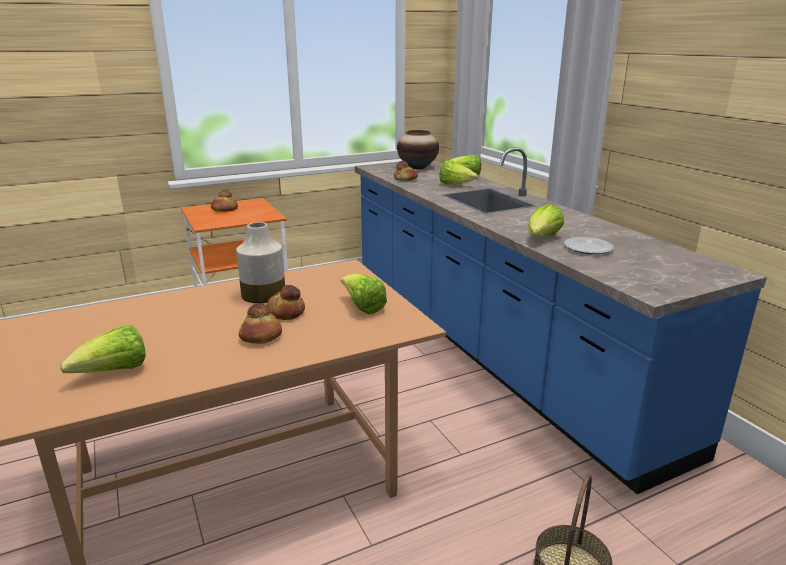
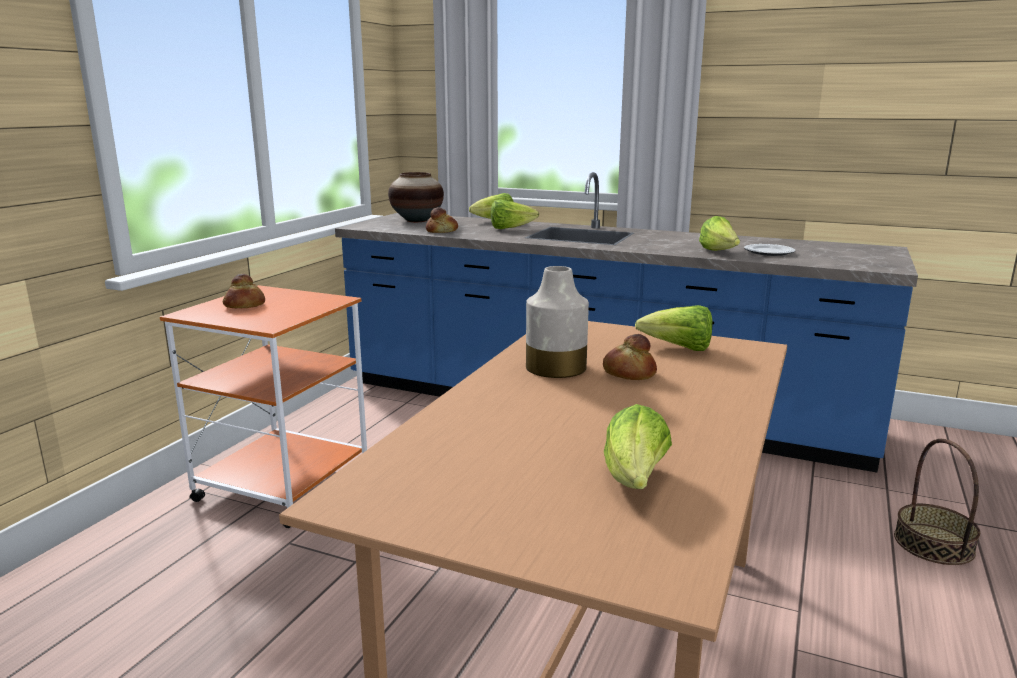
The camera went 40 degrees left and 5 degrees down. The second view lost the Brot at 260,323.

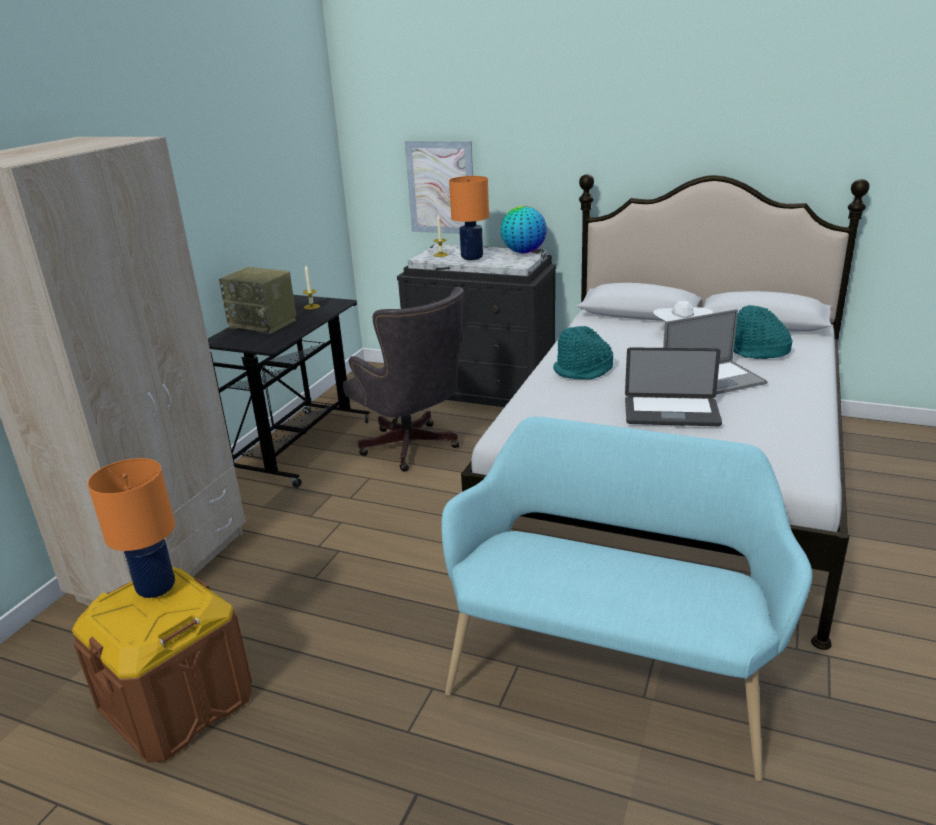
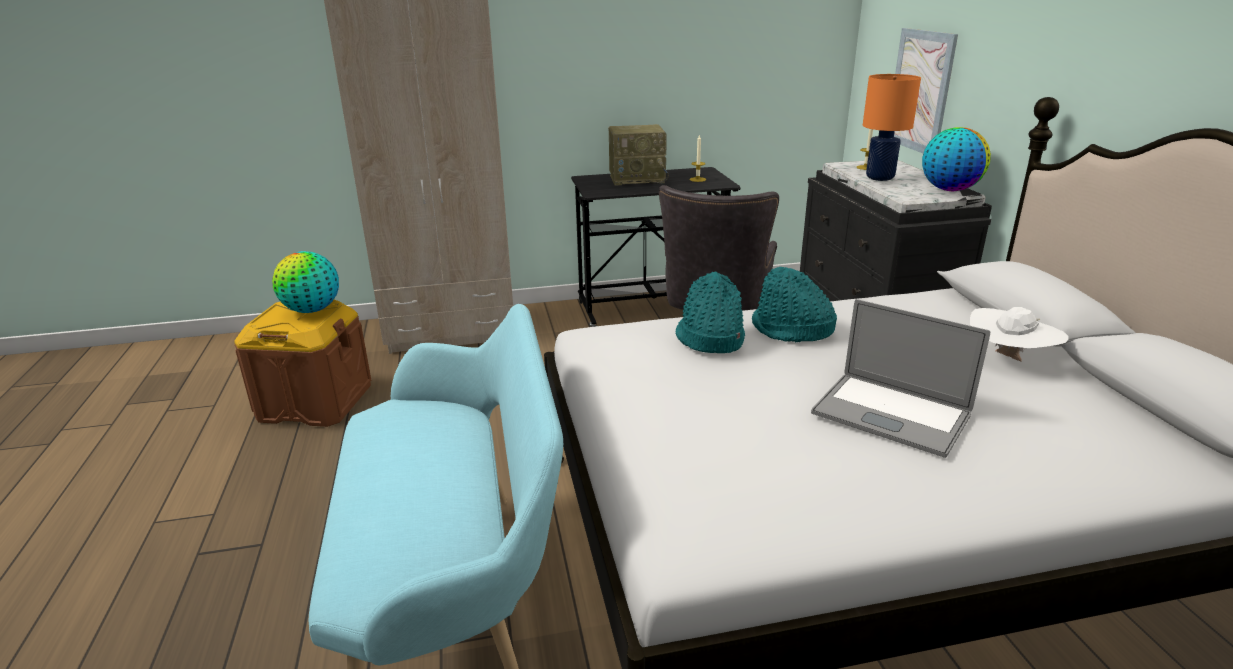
The camera went 55 degrees right and 0 degrees up. Where the Tischlampe [orange] stood at 131,528, the Globus came to stand at 305,282. The Radio at 257,300 ended up facing another way, 90 degrees counterclockwise from before. The second view lost the Laptop at 673,386. The Hut [türkis] ended up elsewhere, having gone from 763,332 to 710,312.

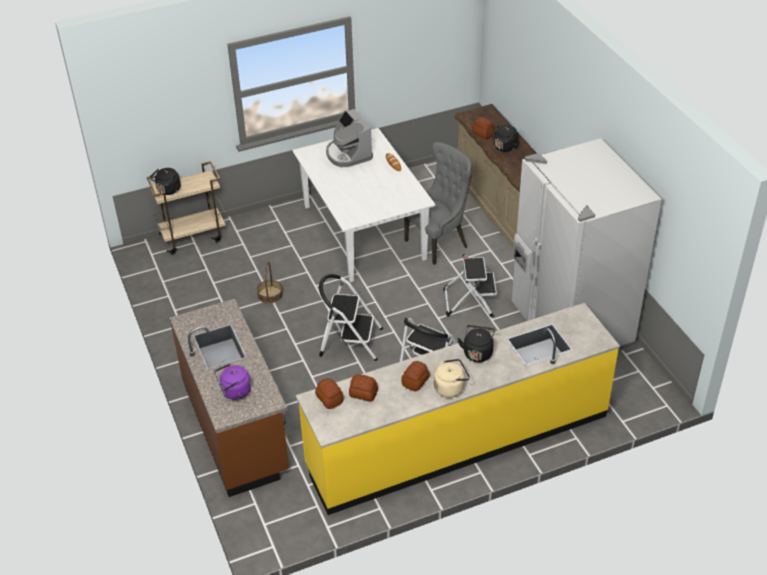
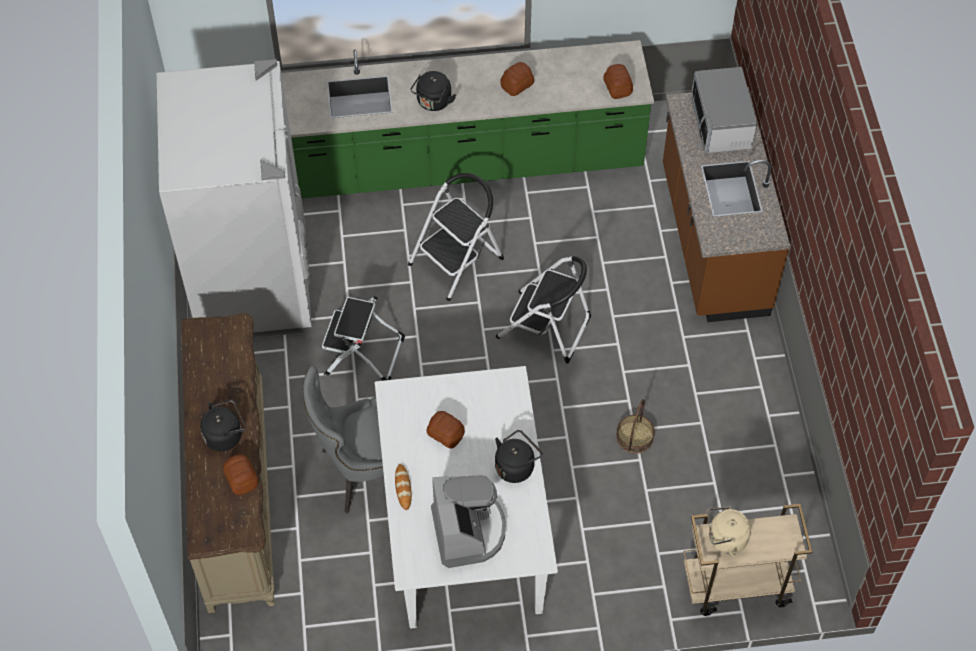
The camera went 165 degrees left and 15 degrees up. The Wasserkessel [schwarz] ended up elsewhere, having gone from 165,181 to 519,456. Where the Wasserkessel [lila] stood at 232,382, the Mikrowelle came to stand at 724,110. What was the Küchenzeile [gelb] at 458,409 turned into the Küchenzeile [grün] at 467,119. The Brot ended up elsewhere, having gone from 363,388 to 446,430. The Wasserkessel [beige] ended up elsewhere, having gone from 452,378 to 729,532.

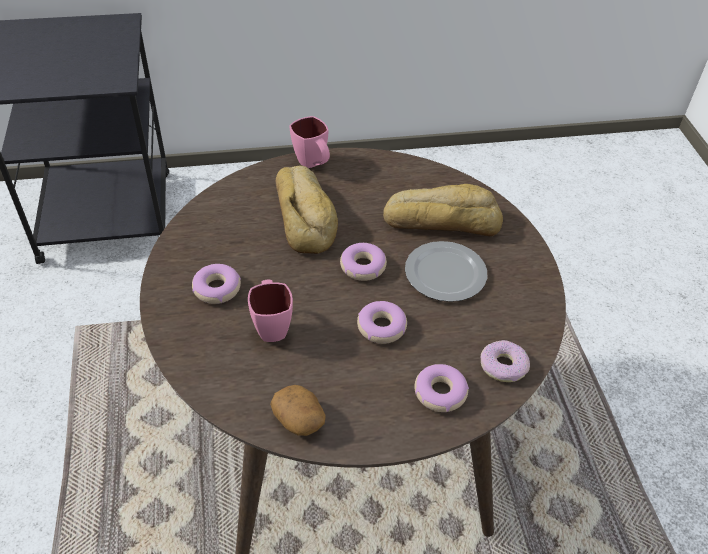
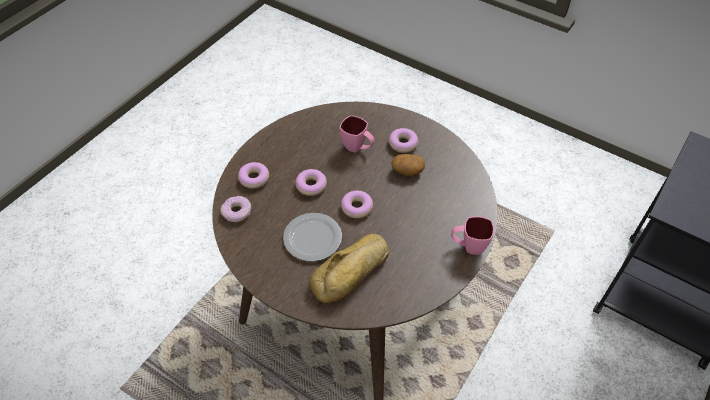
The camera went 135 degrees right and 5 degrees up. The Kartoffel ended up elsewhere, having gone from 298,410 to 408,165. The second view lost the Brot at 307,210.

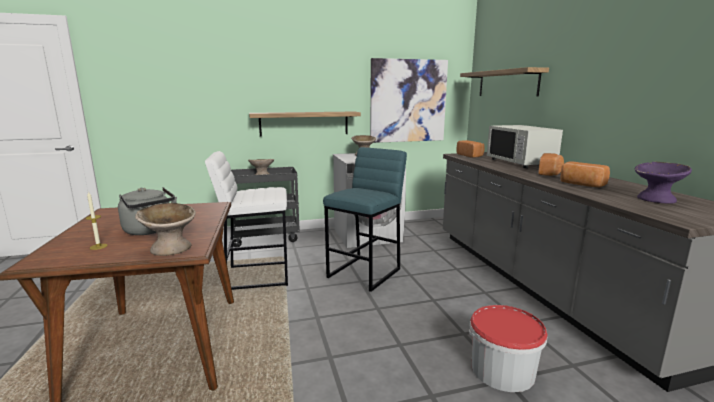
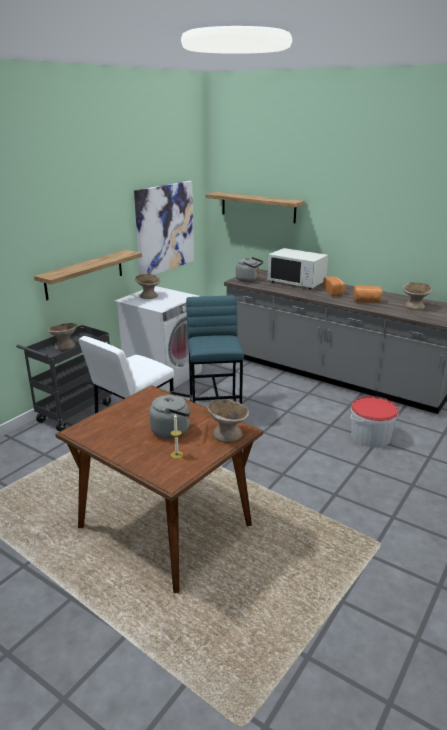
The camera went 40 degrees left and 10 degrees up. Where the Brot stood at 470,149, the Wasserkessel [grau] came to stand at 249,269. What was the Schüssel [lila] at 663,183 turned into the Schüssel [beige] at 417,296.

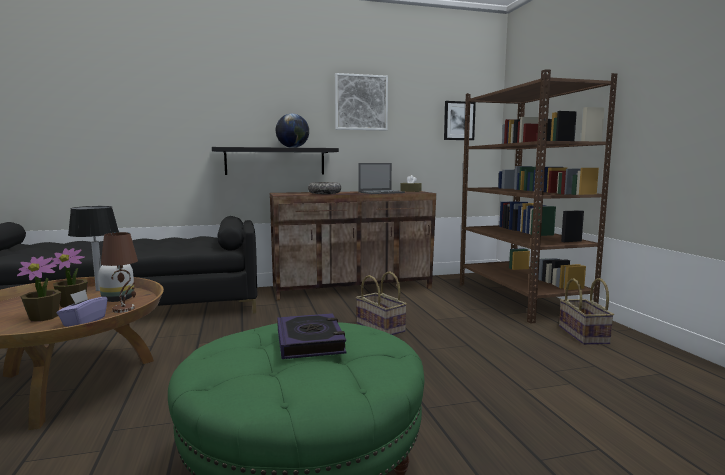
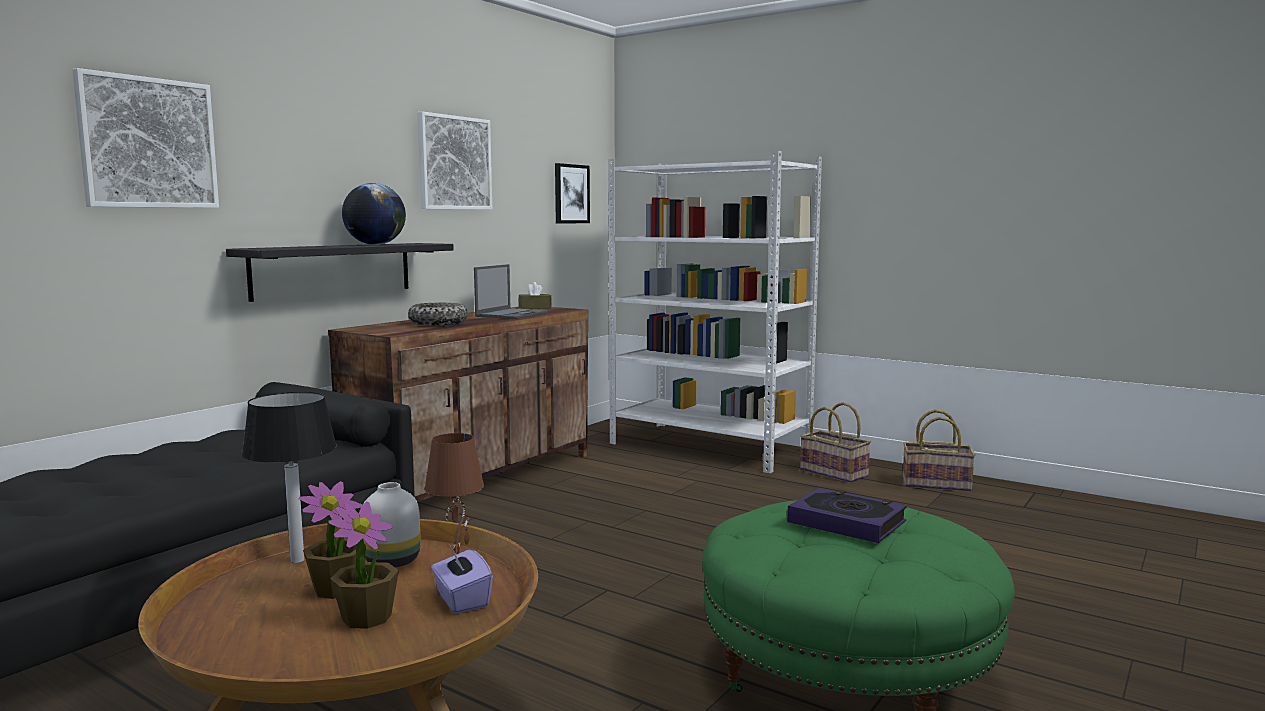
The camera went 40 degrees left and 0 degrees up. The Korb ended up elsewhere, having gone from 381,303 to 939,450. What was the Bücherregal [braun] at 538,196 turned into the Bücherregal [weiß] at 715,312. The second view gained the Bild at 145,138.

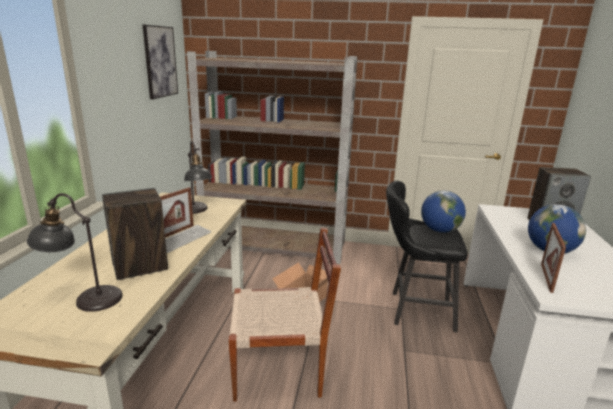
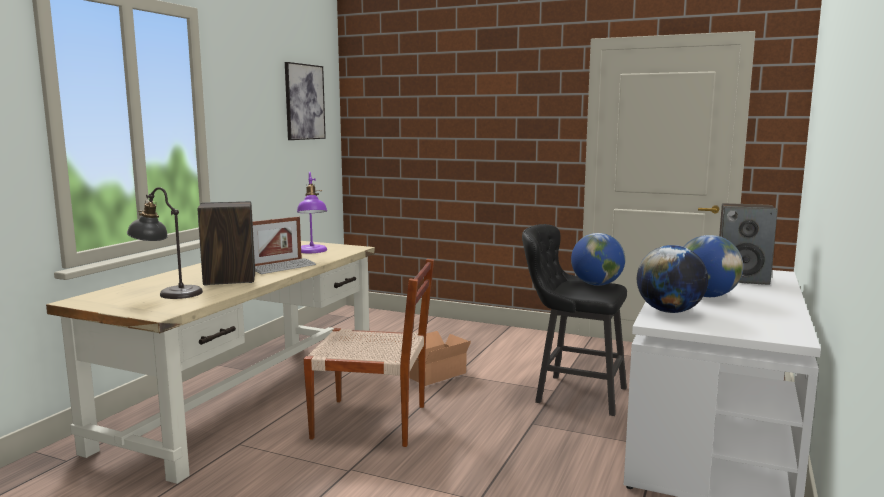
The camera went 15 degrees right and 10 degrees down. What was the Tischlampe [grau] at 198,177 turned into the Tischlampe [lila] at 312,212. The second view lost the Bücherregal [braun] at 272,157. Where the Bilderrahmen stood at 553,258, the Globus came to stand at 672,279.

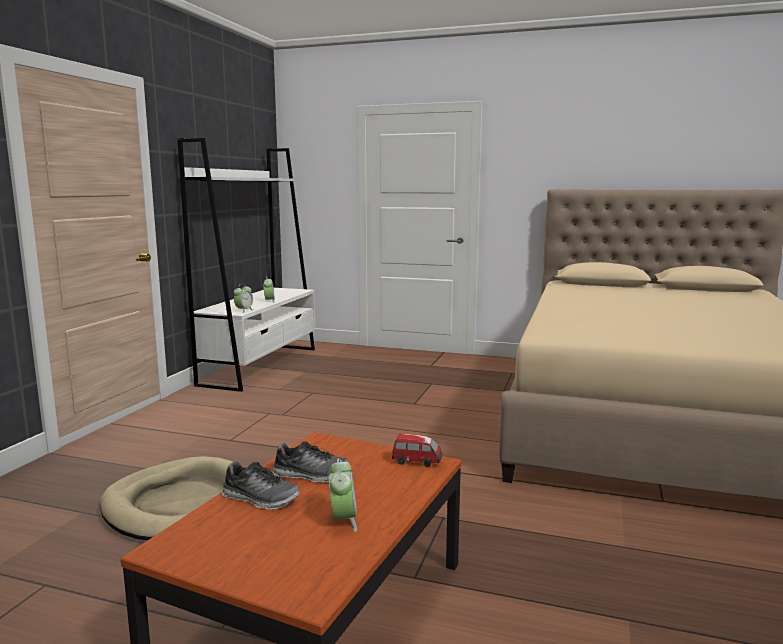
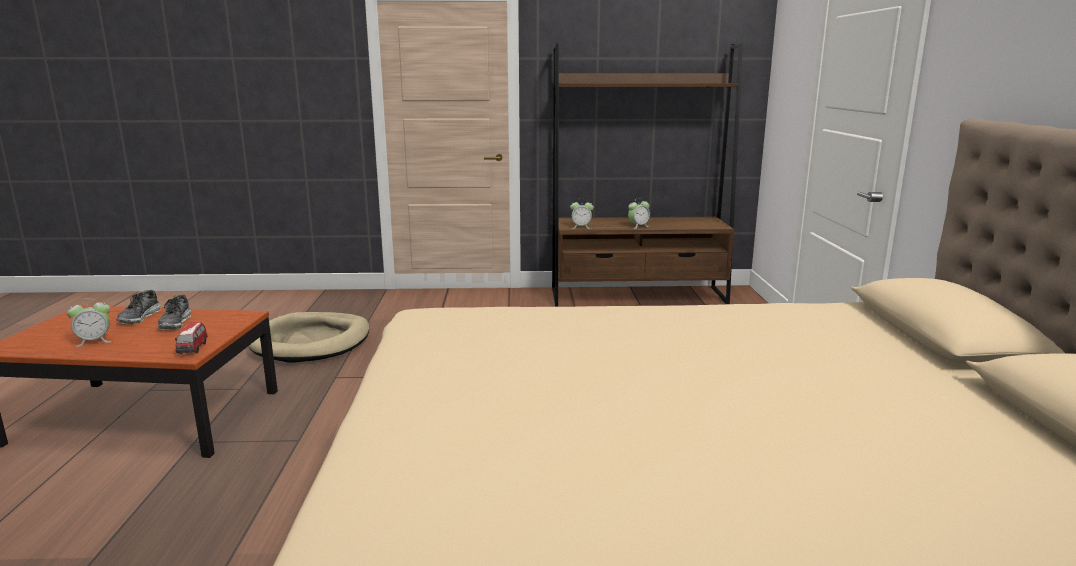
The camera went 70 degrees right and 5 degrees up. What was the Bücherregal [weiß] at 246,265 turned into the Bücherregal [braun] at 647,175.

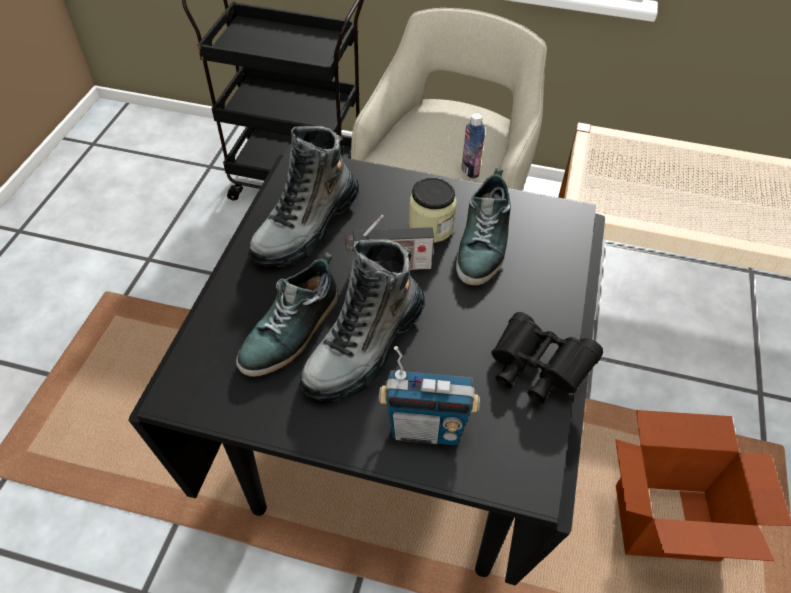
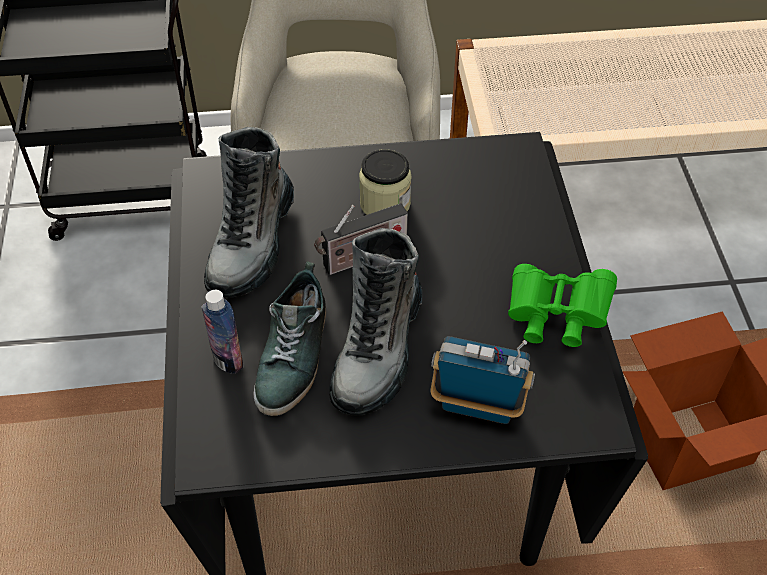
The camera went 20 degrees left and 0 degrees up. The Radio at 429,395 ended up facing another way, 150 degrees counterclockwise from before. The second view lost the Schuh at 483,226. The Flasche ended up elsewhere, having gone from 473,146 to 222,332. What was the Fernglas [schwarz] at 547,358 turned into the Fernglas [grün] at 562,305.

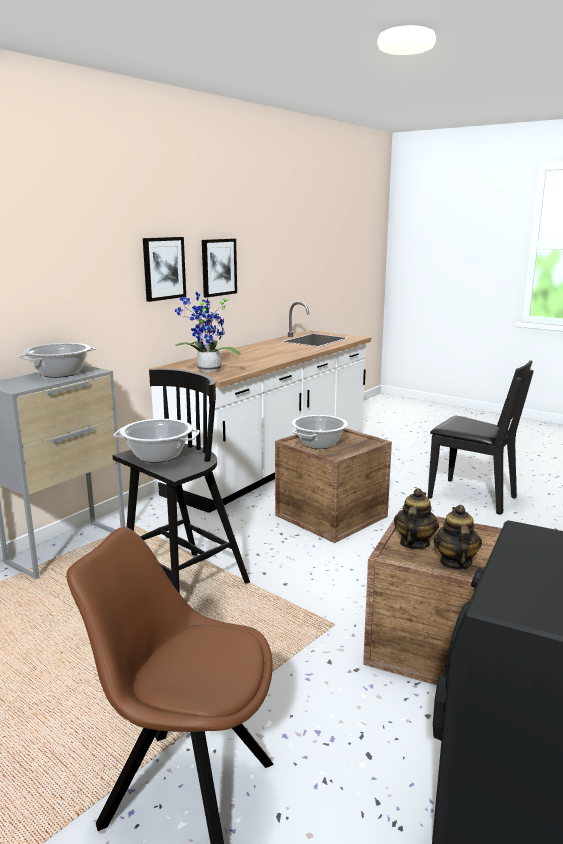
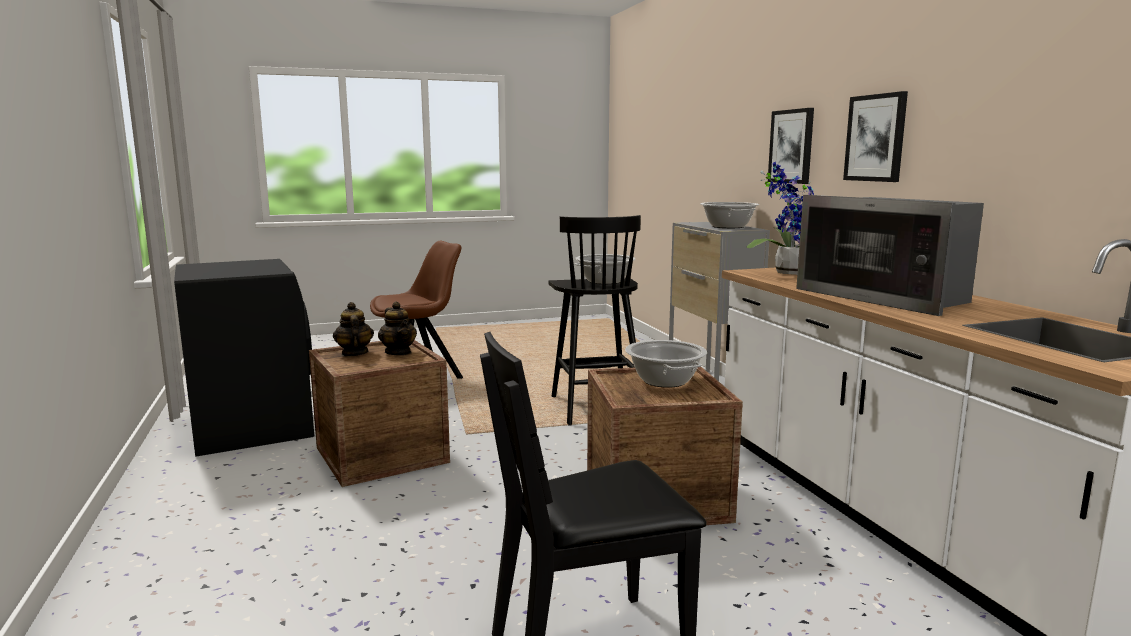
The camera went 125 degrees right and 5 degrees down. The Bild ended up elsewhere, having gone from 219,268 to 791,146. The Teekanne at 457,537 ended up facing another way, 150 degrees counterclockwise from before. The second view gained the Mikrowelle at 890,255.

